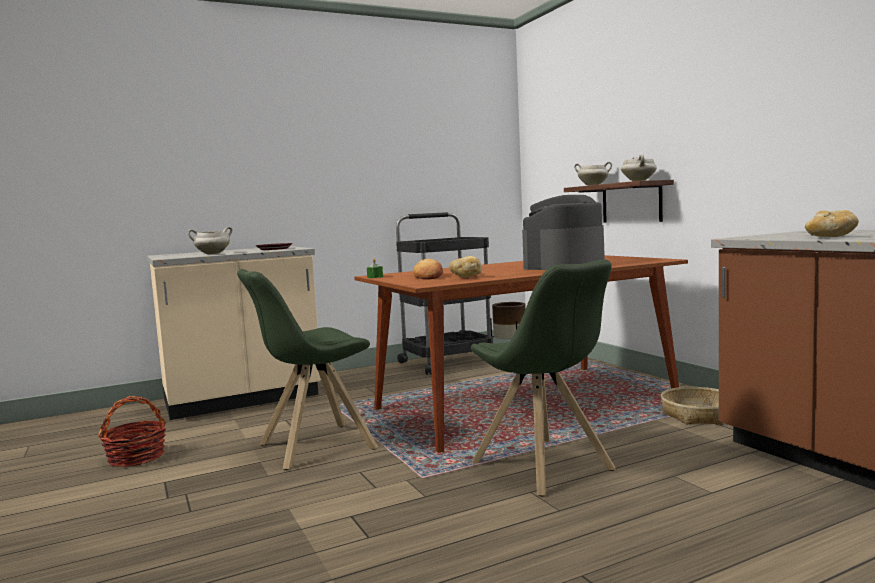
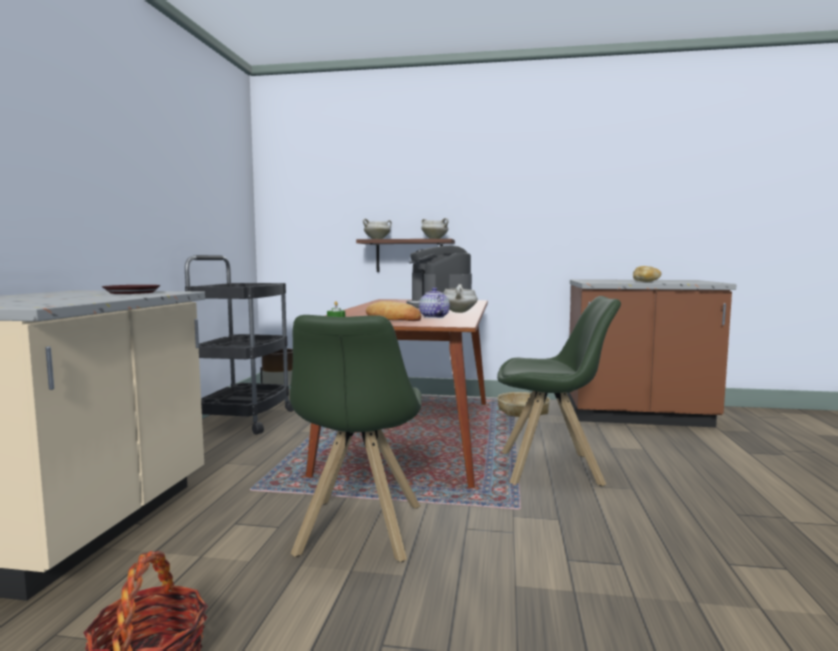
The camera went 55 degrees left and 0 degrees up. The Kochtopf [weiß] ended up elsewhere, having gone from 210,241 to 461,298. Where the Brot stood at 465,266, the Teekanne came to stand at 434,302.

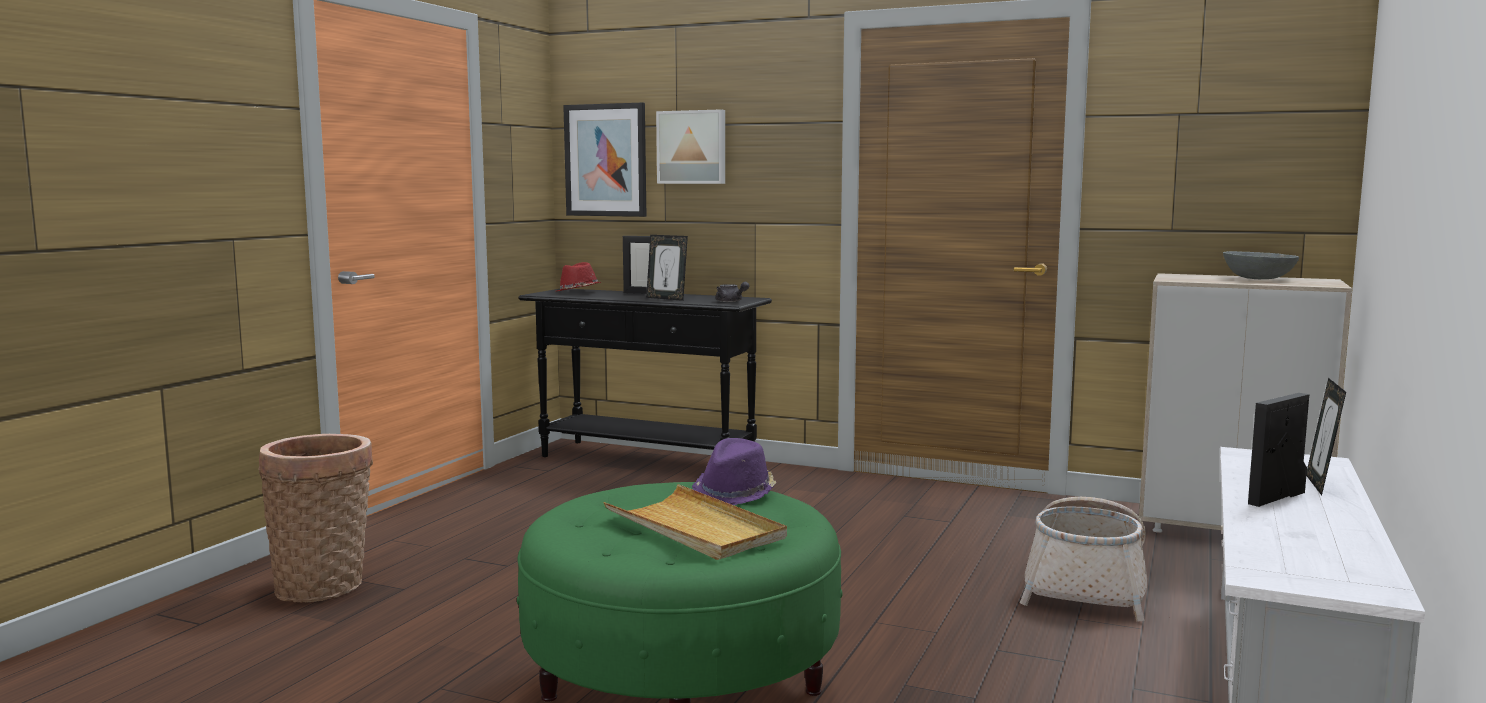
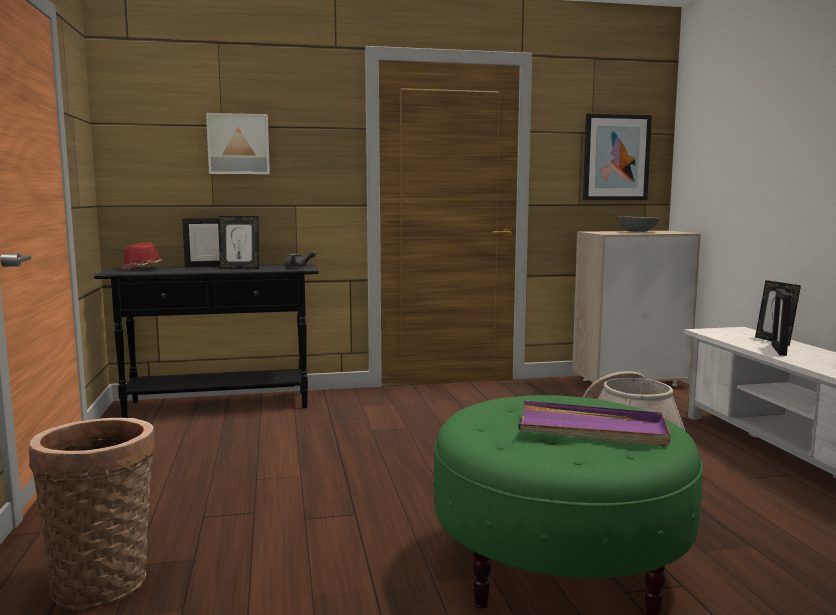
The camera went 35 degrees left and 0 degrees up. The Bild ended up elsewhere, having gone from 604,160 to 617,156. What was the Tablett [beige] at 695,522 turned into the Tablett [lila] at 594,423. The second view lost the Hut [lila] at 734,471.

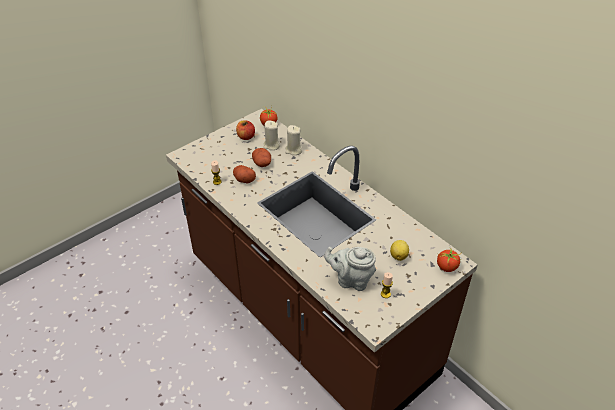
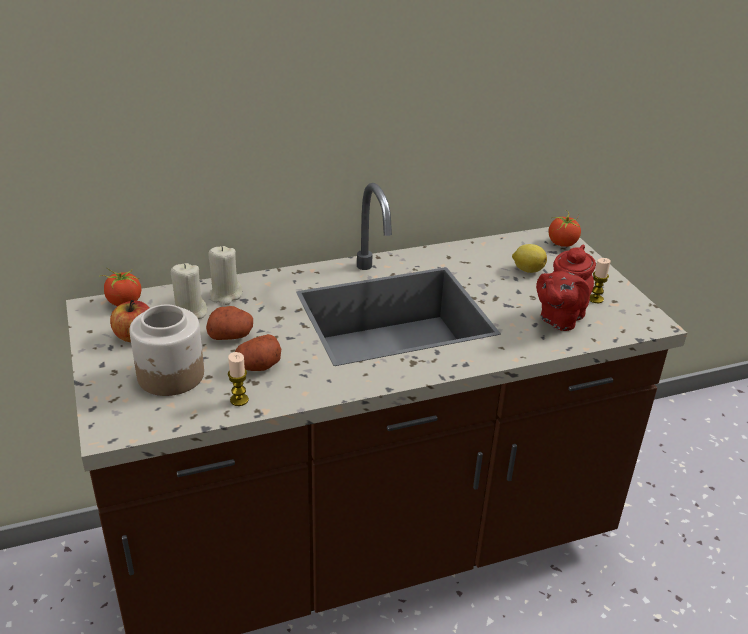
The camera went 70 degrees left and 10 degrees down. What was the Teekanne [grau] at 350,269 turned into the Teekanne [rot] at 566,288. The second view gained the Vorratsglas at 166,350.

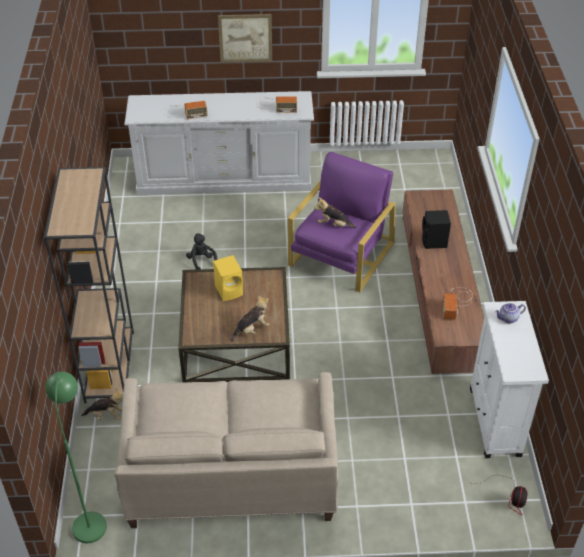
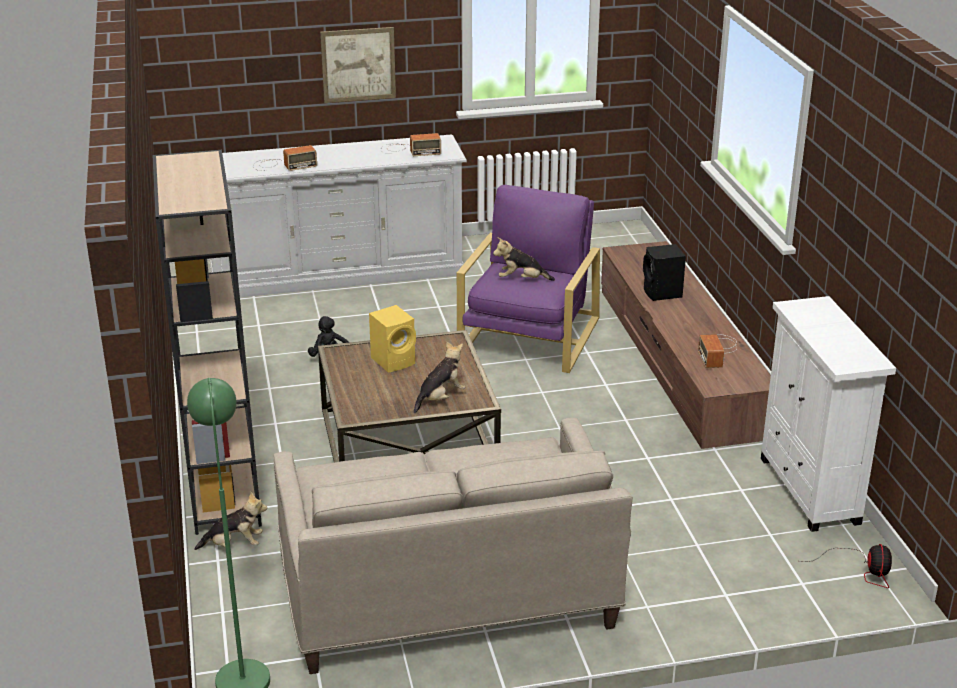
The camera went 10 degrees left and 15 degrees down. The second view lost the Teekanne at 510,313.

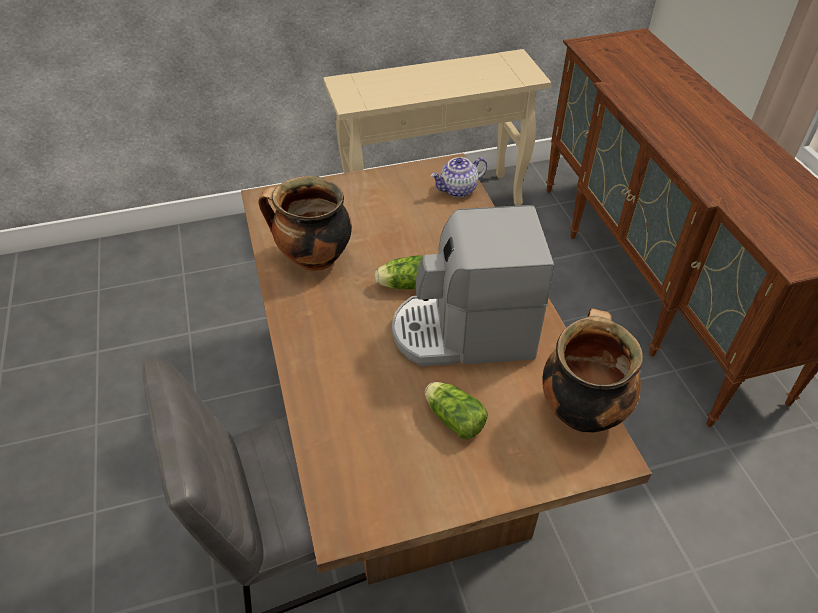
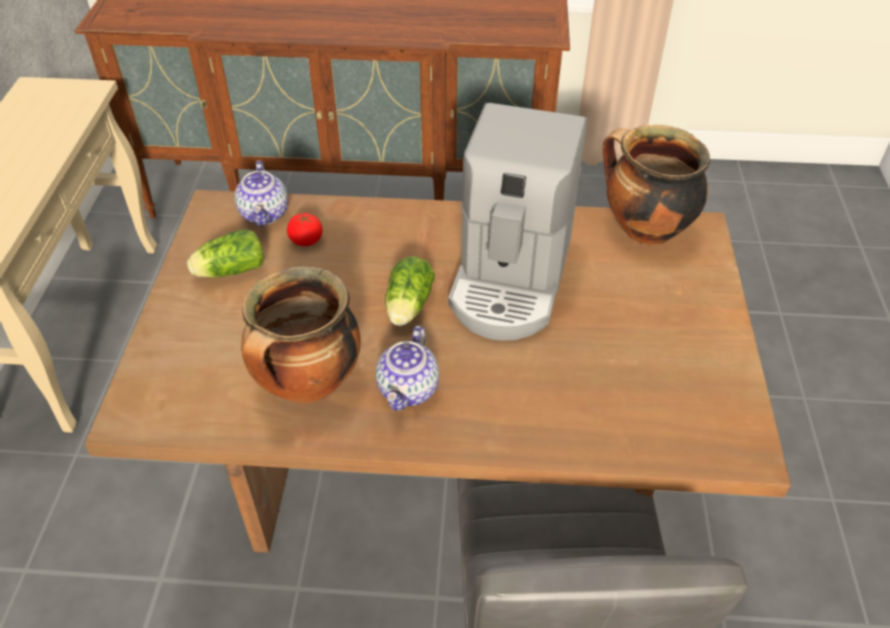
The camera went 70 degrees left and 0 degrees up. The Salatkopf ended up elsewhere, having gone from 456,411 to 225,253. The second view gained the Tomate at 305,229. The second view gained the Teekanne at 407,368.

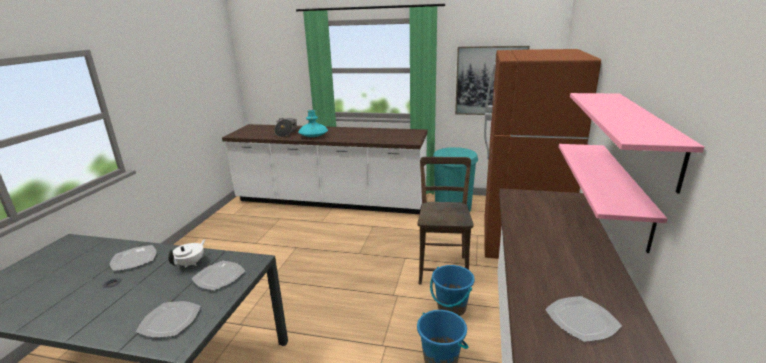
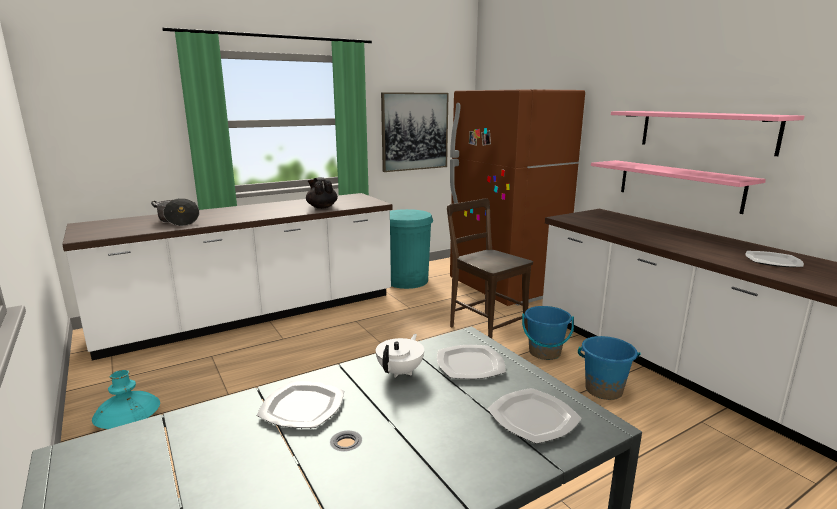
The camera went 45 degrees left and 5 degrees down. The Teekanne [weiß] at 187,253 ended up facing another way, 45 degrees clockwise from before. The Vase [türkis] ended up elsewhere, having gone from 313,123 to 126,399. The second view gained the Teekanne [schwarz] at 322,193.

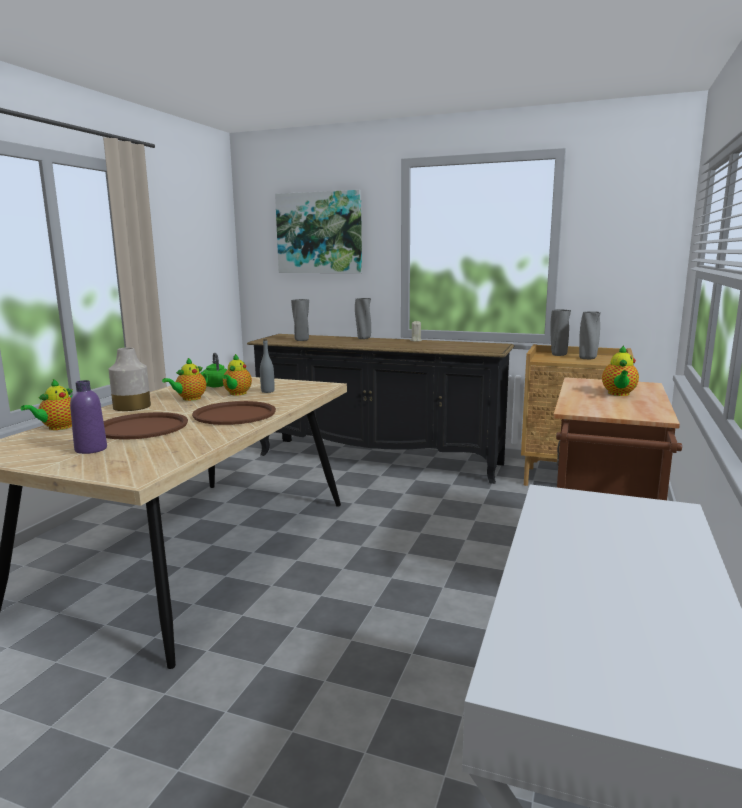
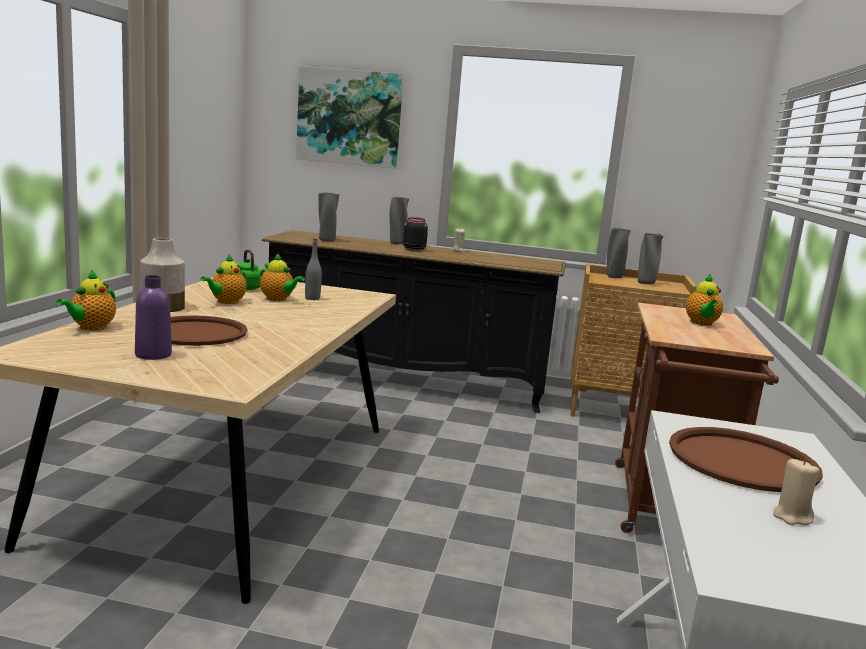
The camera went 10 degrees left and 0 degrees up. The Tablett [braun] ended up elsewhere, having gone from 234,413 to 746,459. The Teekanne at 237,374 ended up facing another way, 60 degrees counterclockwise from before. The second view gained the Vorratsglas [schwarz] at 415,234. The second view gained the Kerze [beige] at 796,492.

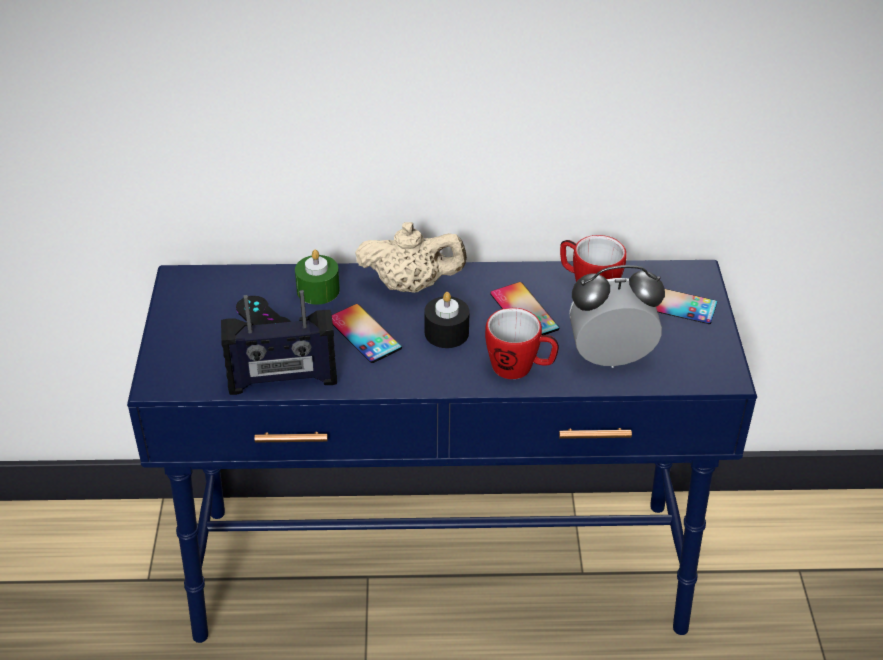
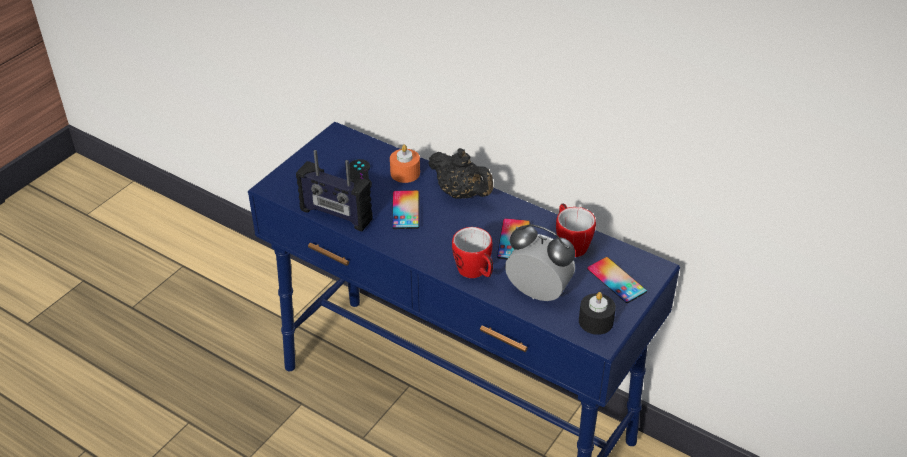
The camera went 35 degrees right and 0 degrees up. What was the Kerze [grün] at 317,277 turned into the Kerze [orange] at 405,164. What was the Teekanne [beige] at 411,257 turned into the Teekanne [schwarz] at 460,173. The Kerze [schwarz] ended up elsewhere, having gone from 447,320 to 597,313.

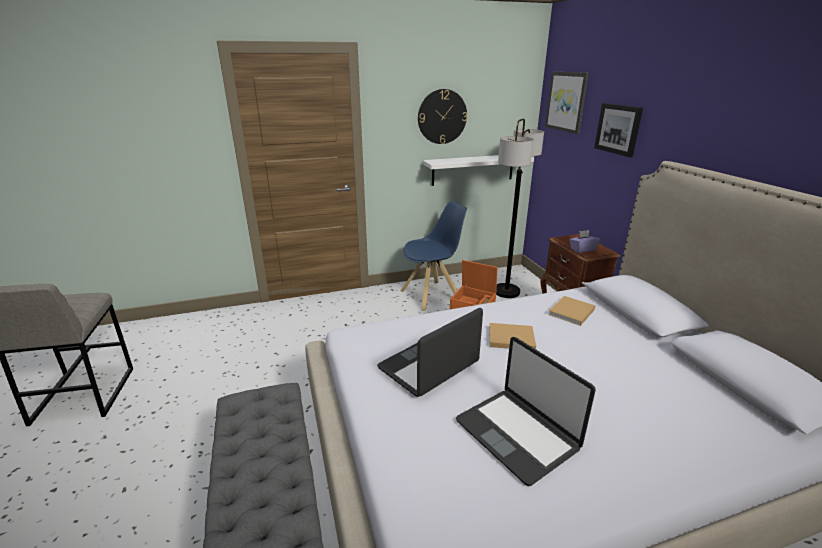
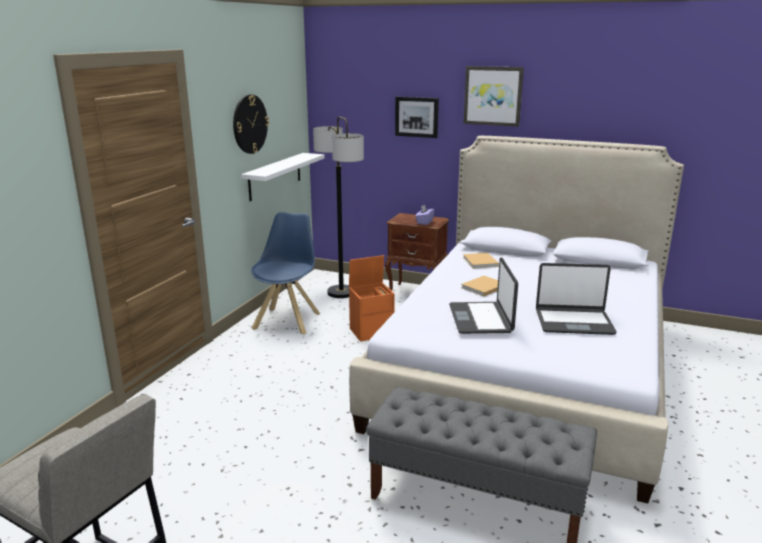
The camera went 50 degrees left and 5 degrees down. The Bild ended up elsewhere, having gone from 567,102 to 493,96.

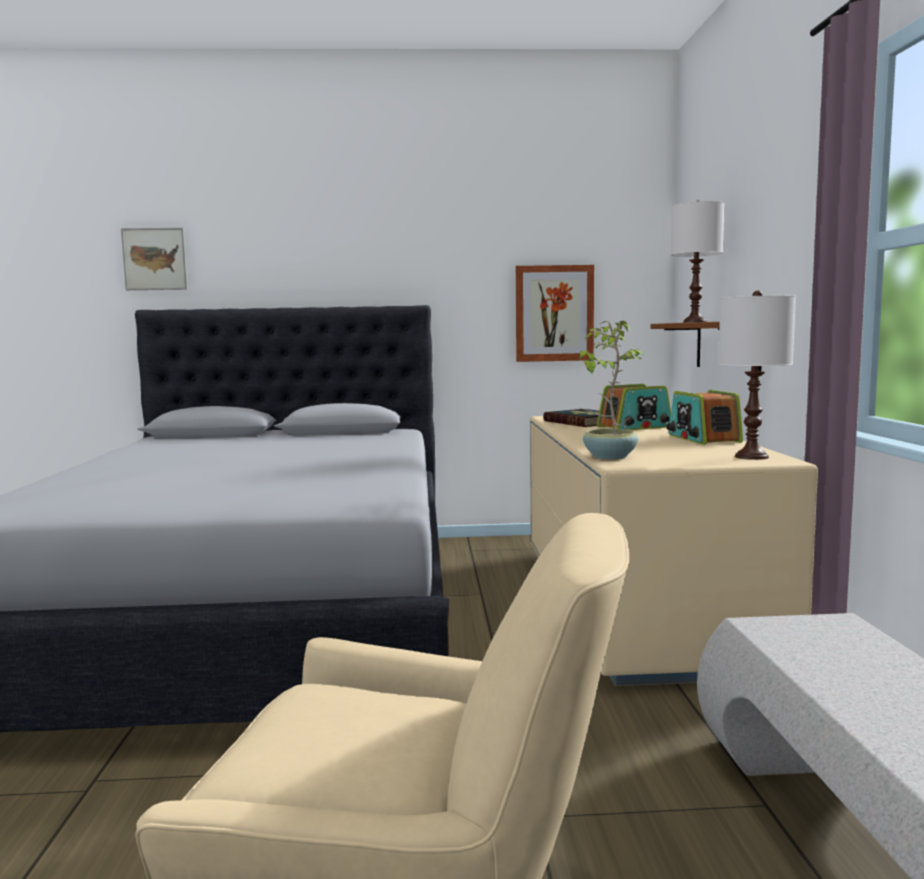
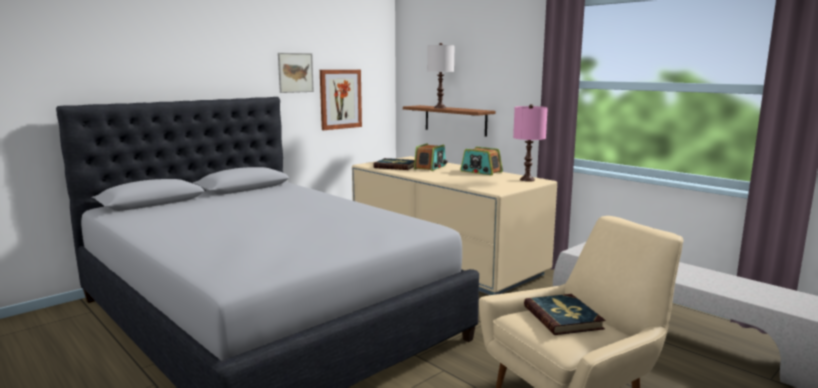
The camera went 40 degrees left and 5 degrees up. The Bild ended up elsewhere, having gone from 154,259 to 296,73. The second view lost the Topfpflanze at 612,390. What was the Tischlampe [weiß] at 757,375 turned into the Tischlampe [rosa] at 530,143. The second view gained the Buch at 564,314.

